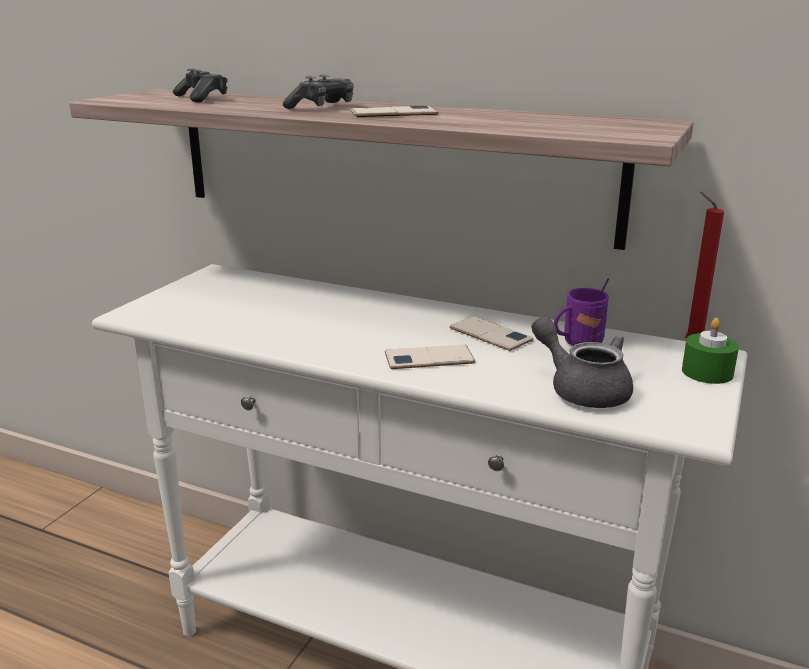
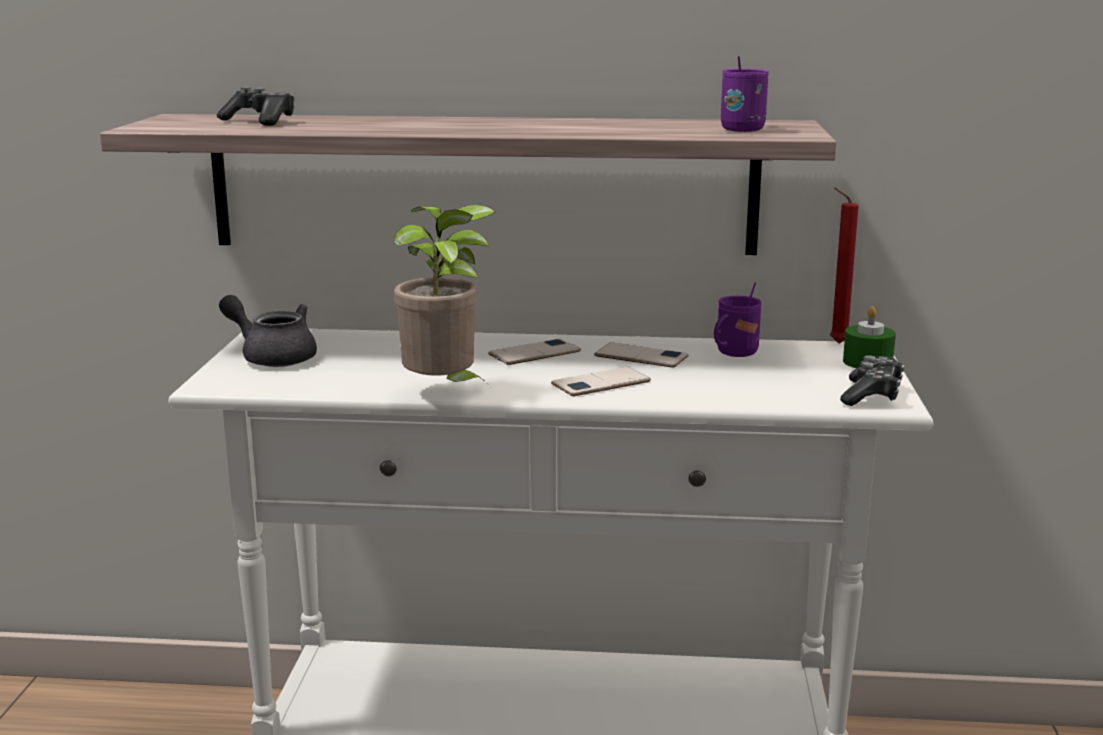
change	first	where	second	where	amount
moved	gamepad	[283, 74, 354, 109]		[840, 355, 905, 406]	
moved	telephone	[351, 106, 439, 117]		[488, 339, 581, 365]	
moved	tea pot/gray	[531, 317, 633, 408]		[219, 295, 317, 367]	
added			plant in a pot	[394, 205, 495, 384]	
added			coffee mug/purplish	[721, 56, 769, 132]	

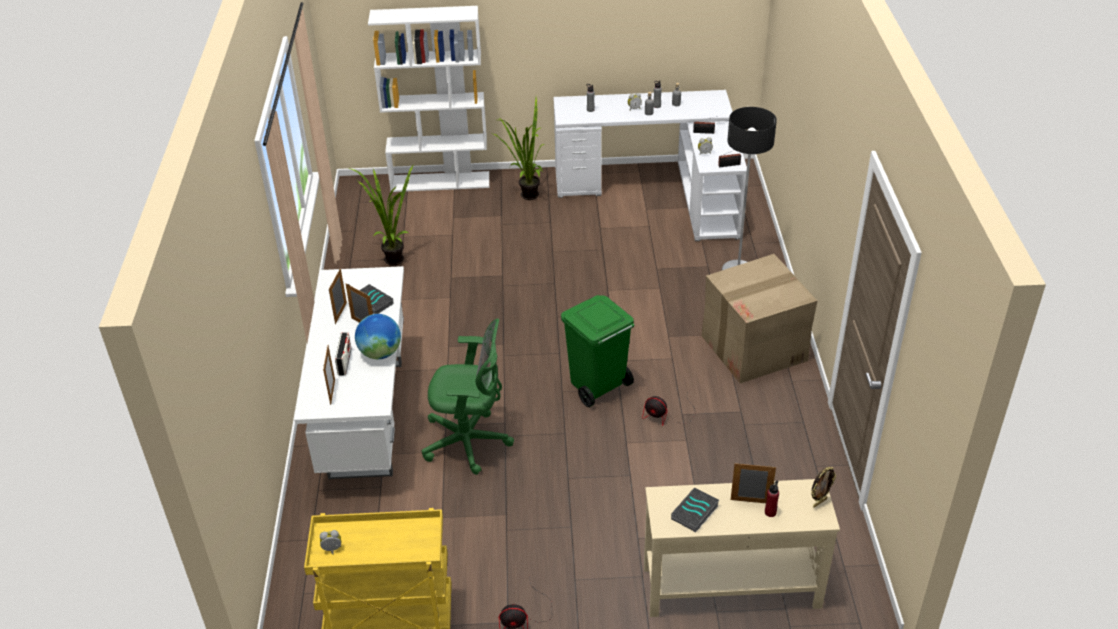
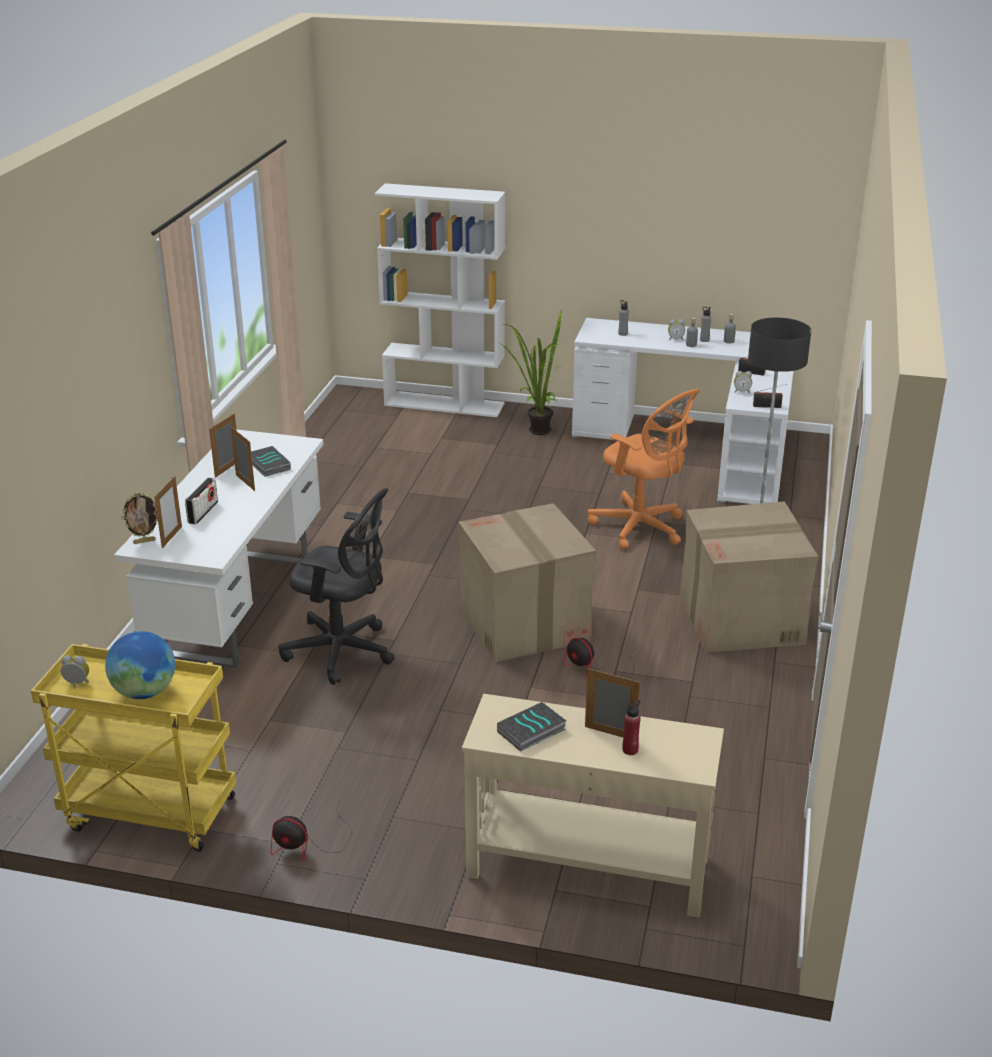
change	first	where	second	where	amount
removed	plant in a pot	[348, 165, 413, 266]			
moved	desk globe	[355, 314, 401, 359]		[105, 631, 175, 699]	
recoloured	desk chair/green	[422, 319, 514, 475]	desk chair/black	[279, 488, 395, 685]	
replaced	rubbish bin/green	[561, 295, 634, 407]	packing box	[458, 503, 596, 662]	
moved	picture frame	[811, 467, 836, 508]		[121, 492, 158, 544]	
added			desk chair/orange	[588, 389, 700, 550]	

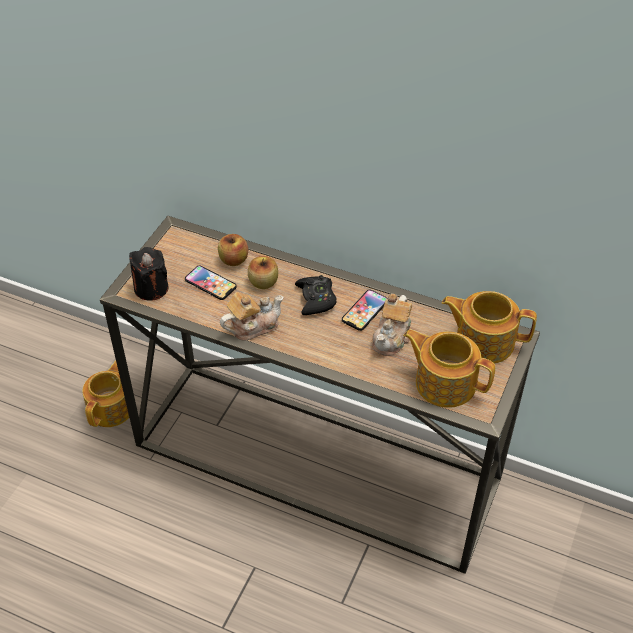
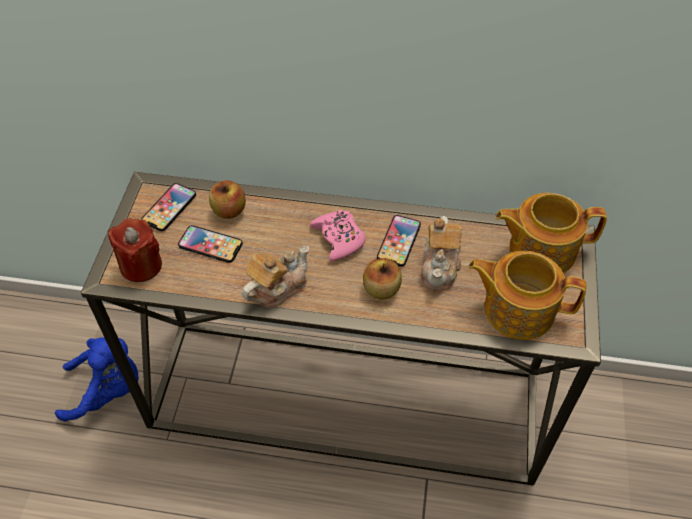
change	first	where	second	where	amount
replaced	tea pot	[82, 360, 129, 427]	cuddly toy/bluish	[55, 337, 139, 421]	
recoloured	candle/black	[129, 247, 168, 301]	candle/red	[108, 219, 162, 282]	
moved	whole apple	[248, 256, 278, 289]		[363, 258, 402, 299]	
recoloured	gamepad/black	[295, 275, 337, 315]	gamepad/pink-coloured	[310, 210, 366, 262]	
added			telephone	[141, 183, 196, 231]	

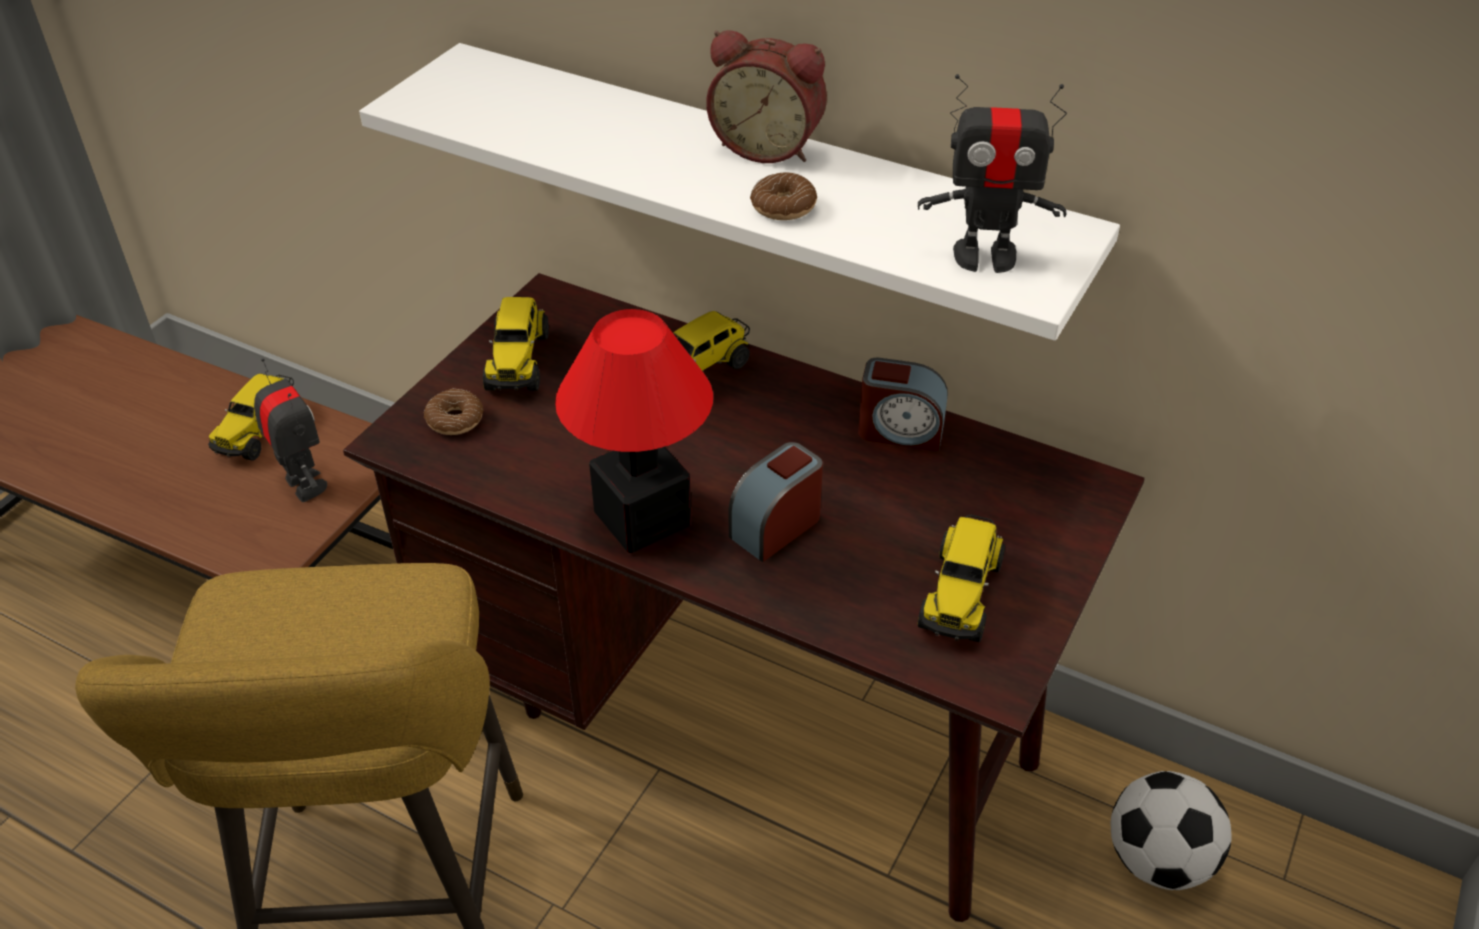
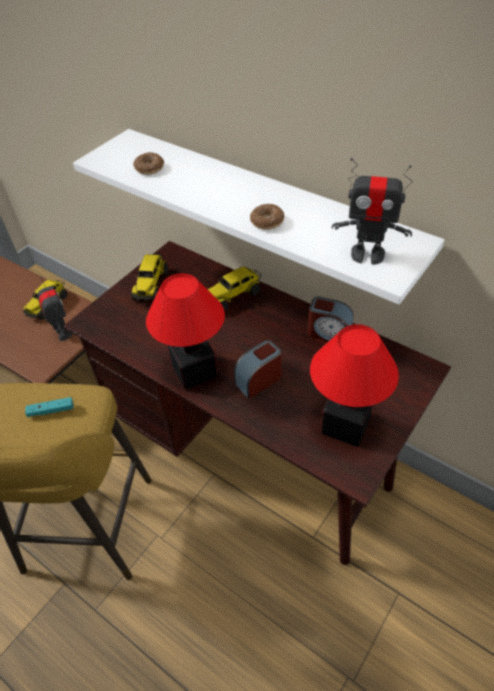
change	first	where	second	where	amount
moved	doughnut	[424, 389, 483, 435]		[133, 152, 164, 175]	
removed	alarm clock	[706, 30, 827, 163]			
replaced	toy lorry	[918, 515, 1005, 642]	tabletop lamp	[310, 324, 399, 447]	
removed	football ball	[1111, 771, 1232, 890]			
added			gamepad/turquoise	[25, 397, 74, 417]	

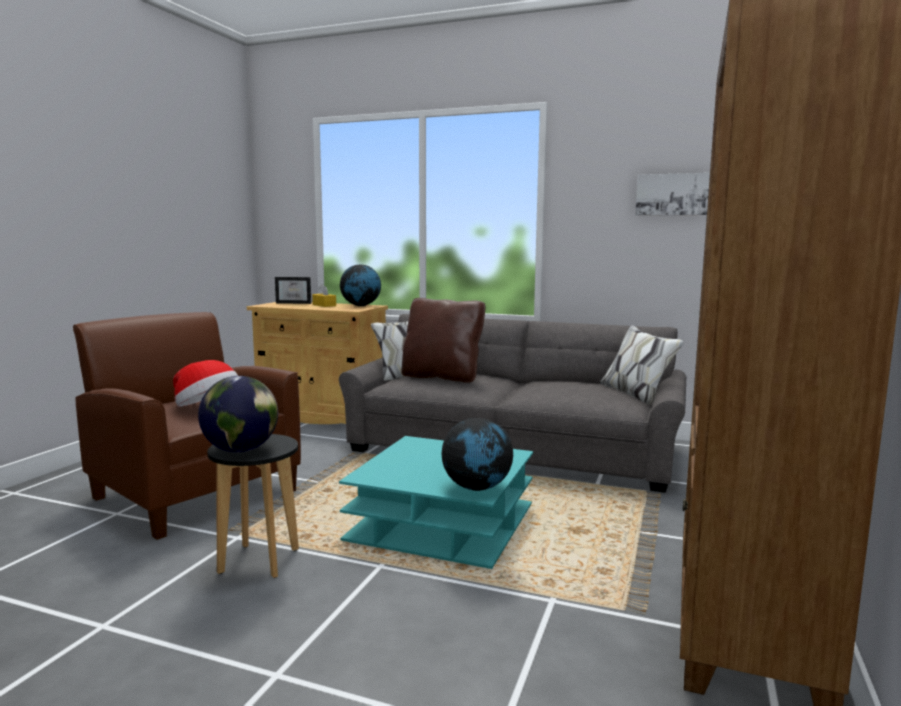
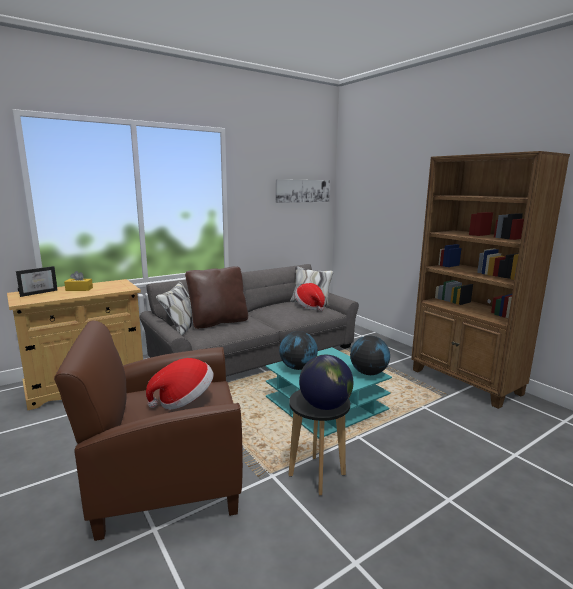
change	first	where	second	where	amount
moved	desk globe	[340, 265, 381, 306]		[279, 331, 318, 370]	
added			hat	[295, 283, 325, 311]	

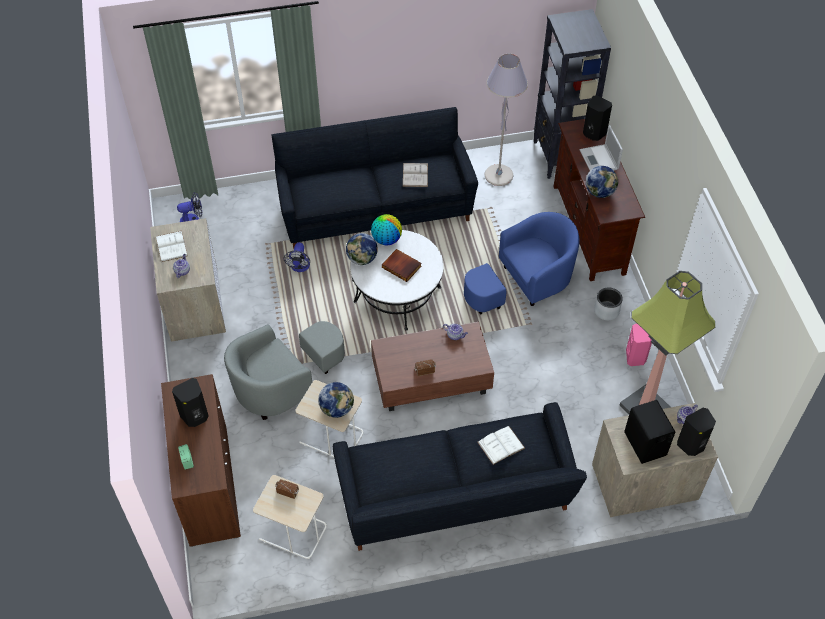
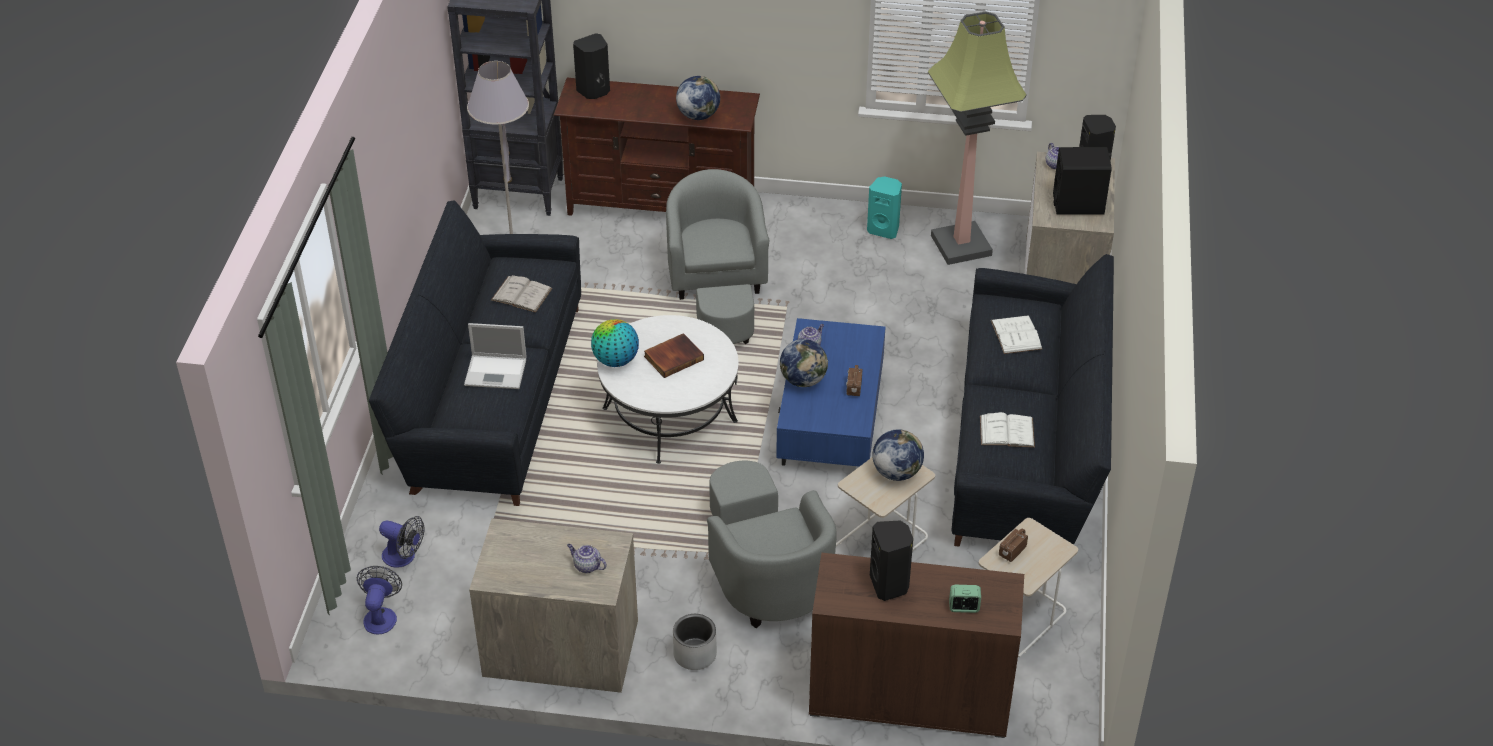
change	first	where	second	where	amount
moved	bound book/white	[156, 231, 188, 262]		[980, 412, 1035, 448]	
moved	cooling fan	[284, 242, 310, 272]		[379, 516, 425, 568]	
moved	desk globe	[346, 233, 378, 265]		[780, 339, 828, 387]	
recoloured	coffee table/brownish	[371, 322, 494, 411]	coffee table/bluish	[776, 318, 886, 467]	
recoloured	easy chair/bluish	[464, 212, 580, 314]	easy chair/gray	[666, 169, 769, 344]	
moved	notebook computer	[580, 125, 623, 170]		[464, 323, 527, 389]	
moved	flower pot/gray	[594, 287, 623, 320]		[673, 614, 717, 670]	
recoloured	speaker/pink-coloured	[626, 323, 652, 366]	speaker/turquoise	[867, 177, 902, 239]	

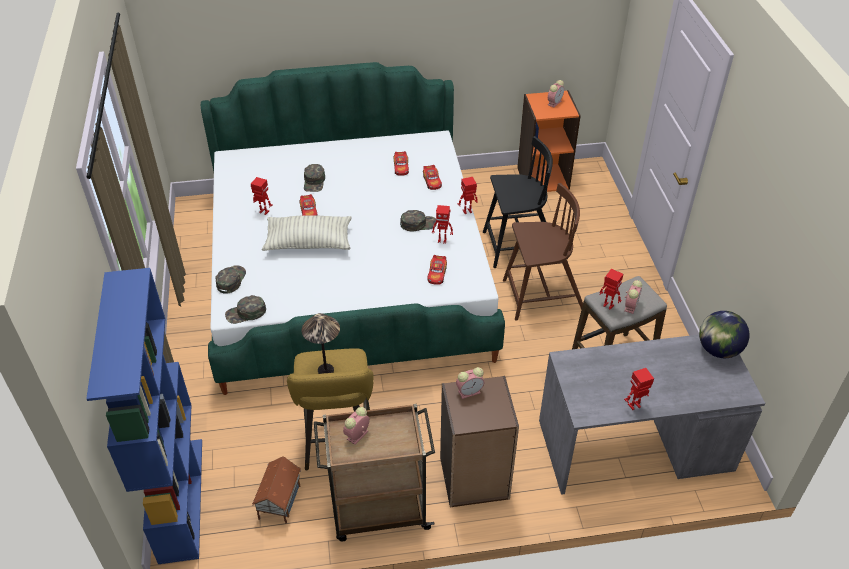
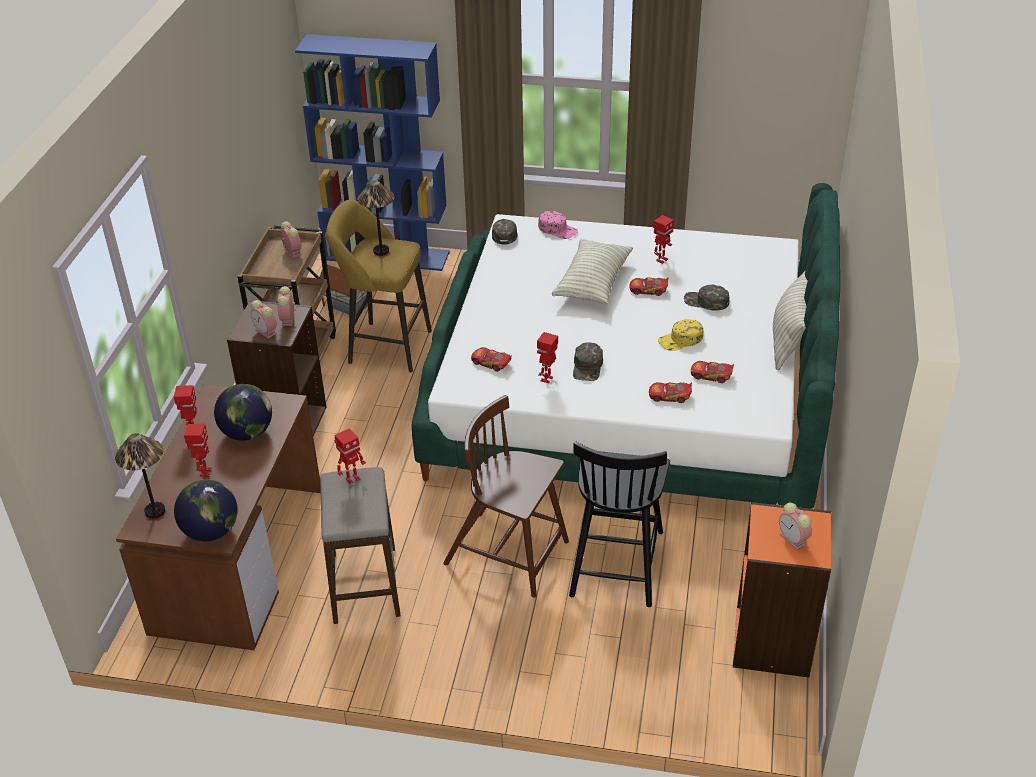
change	first	where	second	where	amount
recoloured	peaked cap/green	[215, 265, 246, 294]	peaked cap/pink-coloured	[538, 211, 578, 239]	
moved	model robot	[457, 177, 478, 214]		[184, 424, 212, 477]	
turned	plain chair/brownish	[503, 183, 583, 321]		[443, 395, 569, 597]	105 degrees clockwise
recoloured	desk/gray	[539, 335, 766, 495]	desk/brownish	[116, 385, 321, 650]	
moved	alarm clock	[624, 280, 642, 314]		[250, 300, 277, 339]	
added			tabletop lamp	[115, 433, 165, 519]	
added			desk globe	[214, 384, 272, 441]	
added			peaked cap/yellowish	[658, 319, 703, 351]	
added			pillow	[773, 271, 808, 370]	

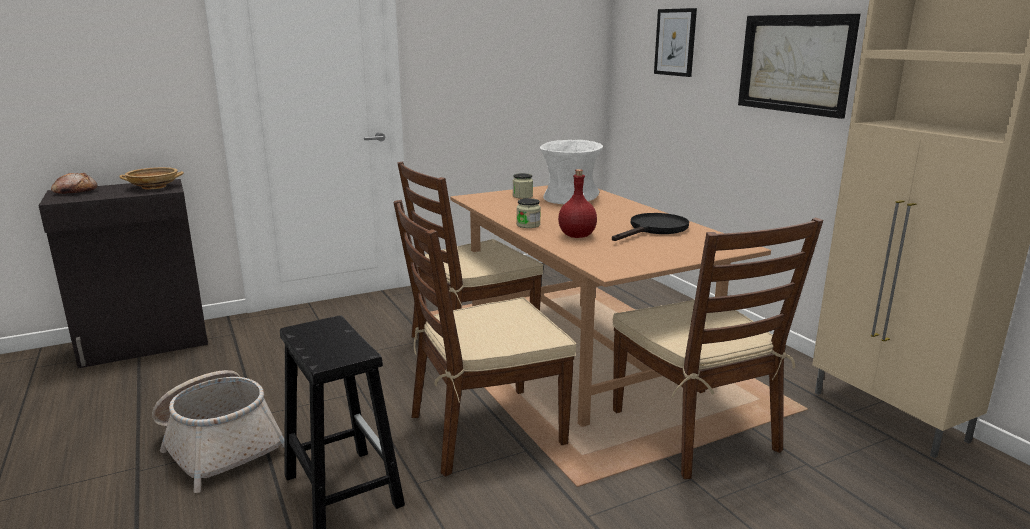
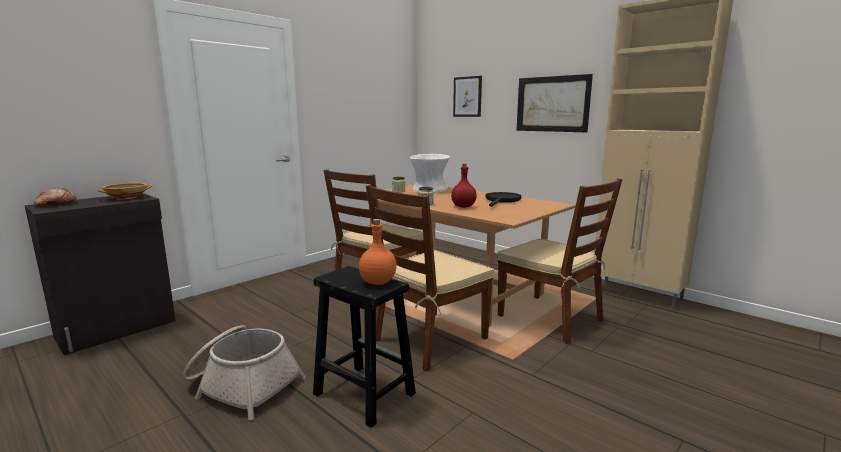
change	first	where	second	where	amount
added			drink bottle/orange	[359, 219, 396, 285]	

